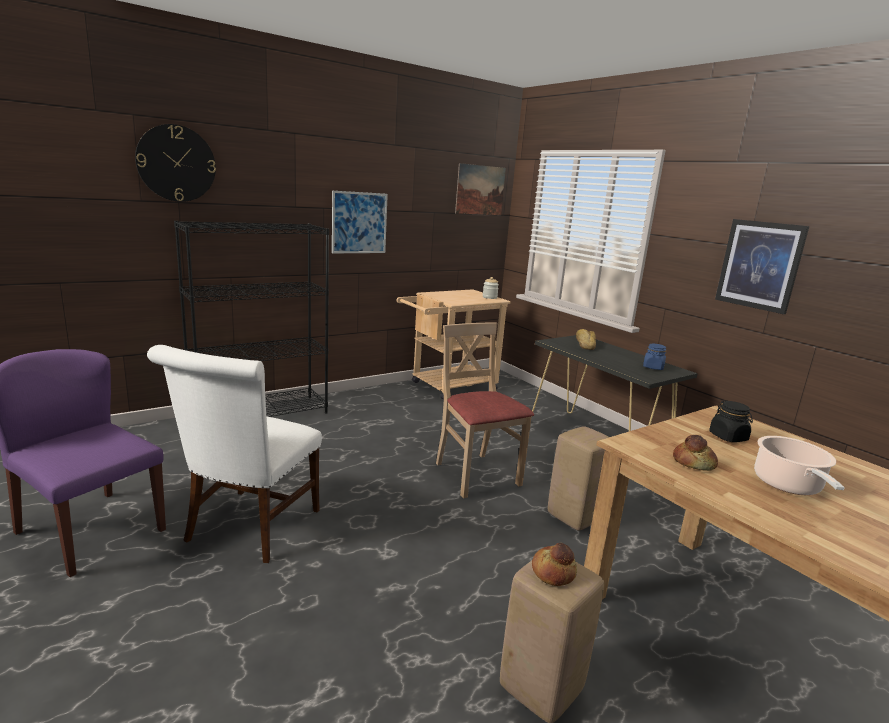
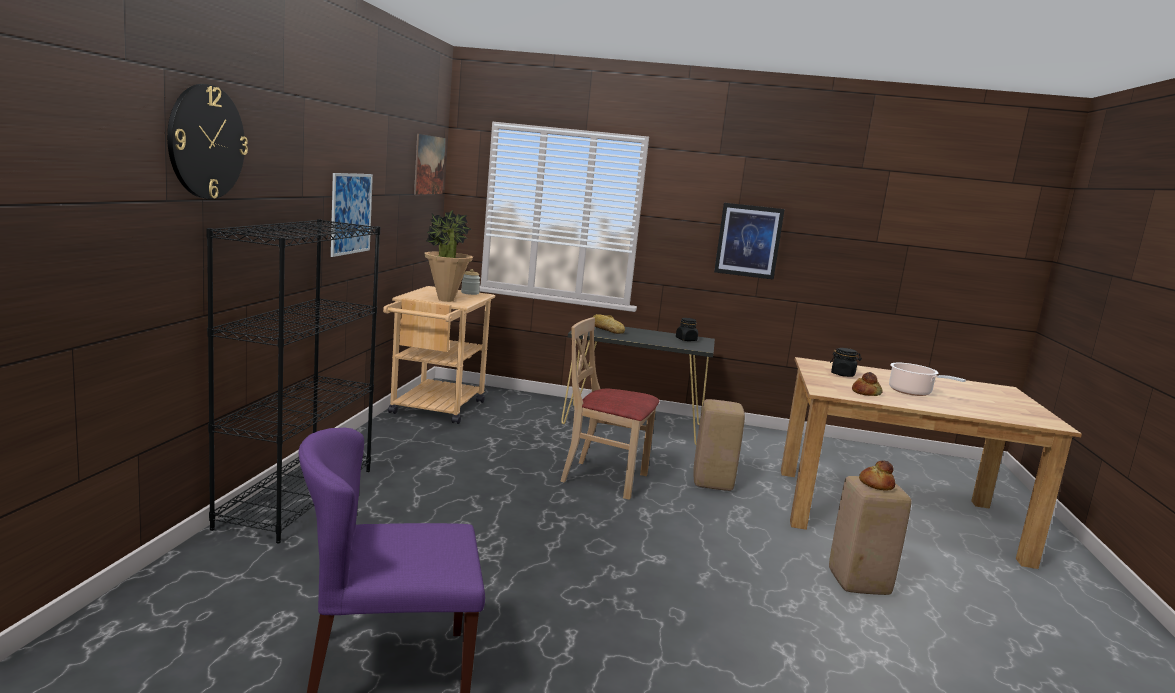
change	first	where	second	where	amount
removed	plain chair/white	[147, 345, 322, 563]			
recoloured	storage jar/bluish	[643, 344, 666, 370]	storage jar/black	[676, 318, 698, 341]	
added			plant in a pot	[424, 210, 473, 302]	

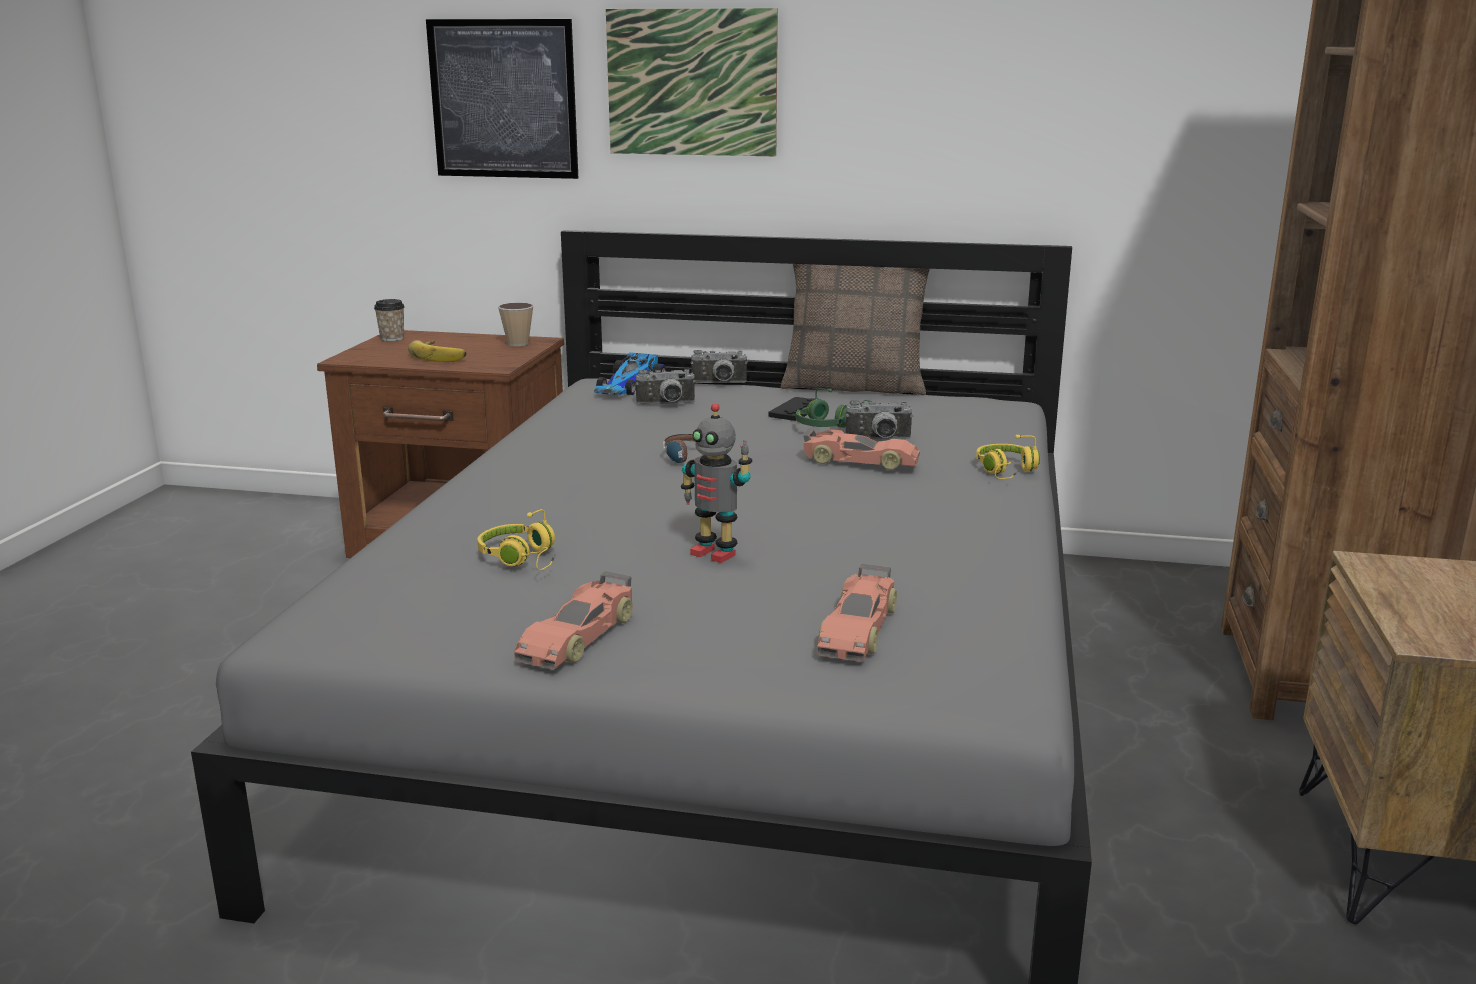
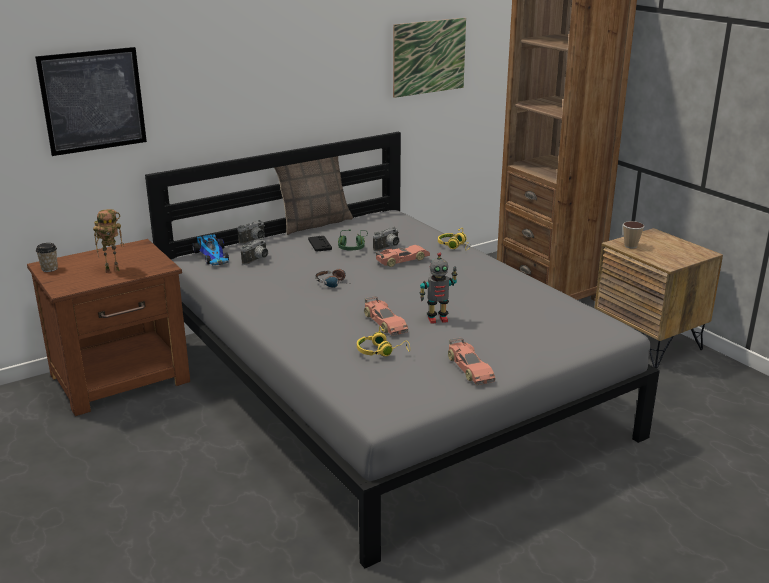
change	first	where	second	where	amount
replaced	banana fruit	[408, 340, 466, 362]	model robot	[93, 209, 124, 273]	
moved	small cup	[498, 303, 533, 346]		[623, 221, 644, 249]	
moved	wall picture	[606, 8, 778, 156]		[393, 18, 466, 98]	
moved	miniature car	[817, 564, 897, 662]		[364, 296, 408, 336]	

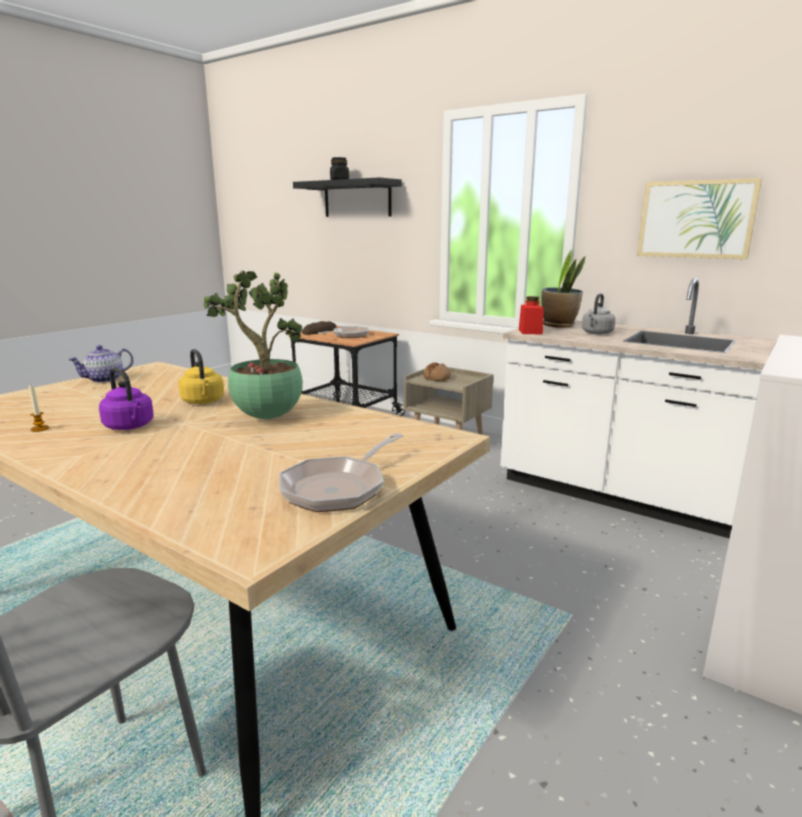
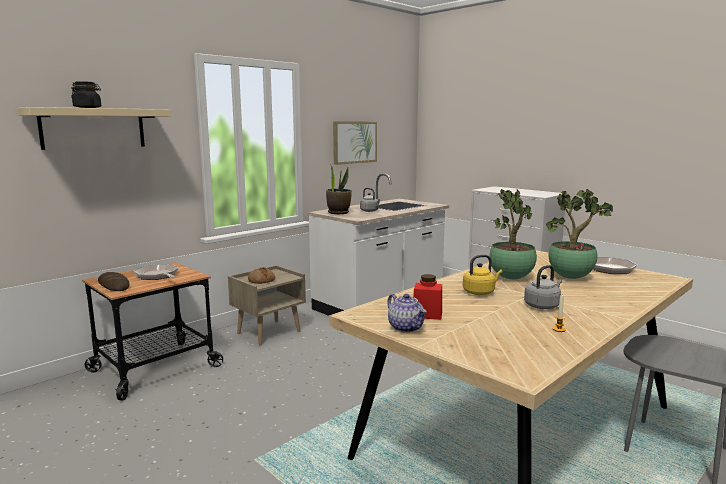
change	first	where	second	where	amount
recoloured	tea kettle/purplish	[99, 368, 154, 430]	tea kettle/gray	[524, 265, 562, 309]	
recoloured	bracket shelf/black	[293, 177, 402, 217]	bracket shelf/sand-coloured	[18, 107, 171, 150]	
moved	storage jar/red	[519, 296, 544, 334]		[413, 274, 442, 320]	
added			plant in a pot	[546, 189, 613, 279]	

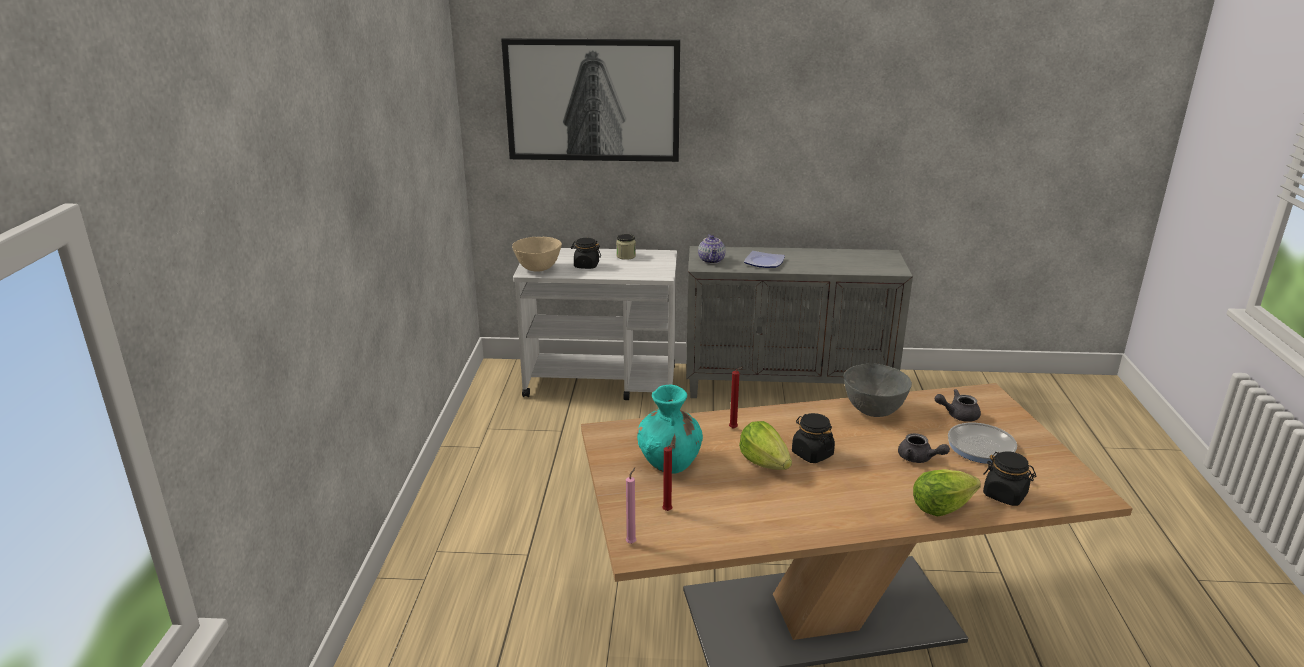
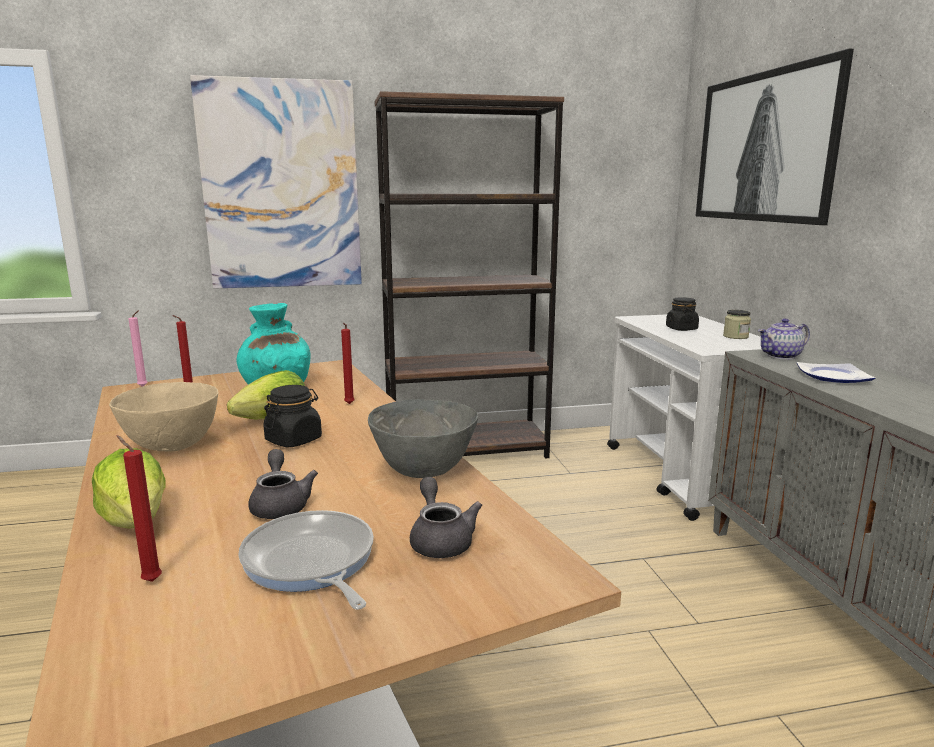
change	first	where	second	where	amount
moved	bowl/sand-coloured	[512, 237, 562, 272]		[109, 382, 218, 452]	
turned	tea pot/gray	[898, 433, 950, 463]		[248, 449, 318, 519]	135 degrees clockwise
turned	pan	[948, 423, 1028, 475]		[238, 510, 374, 610]	90 degrees counterclockwise
replaced	storage jar/black	[983, 451, 1036, 506]	candle/red	[116, 435, 162, 582]	
added			wall picture	[190, 75, 362, 289]	
added			bookshelf/brownish	[375, 91, 564, 459]	

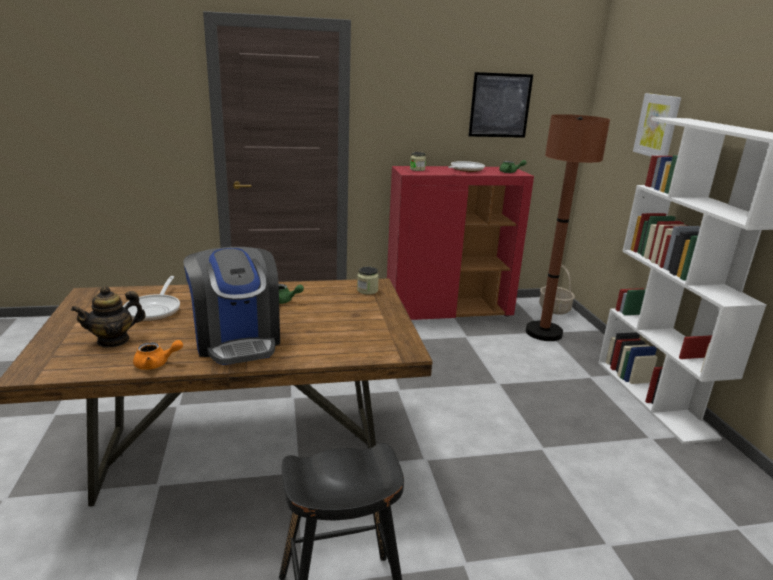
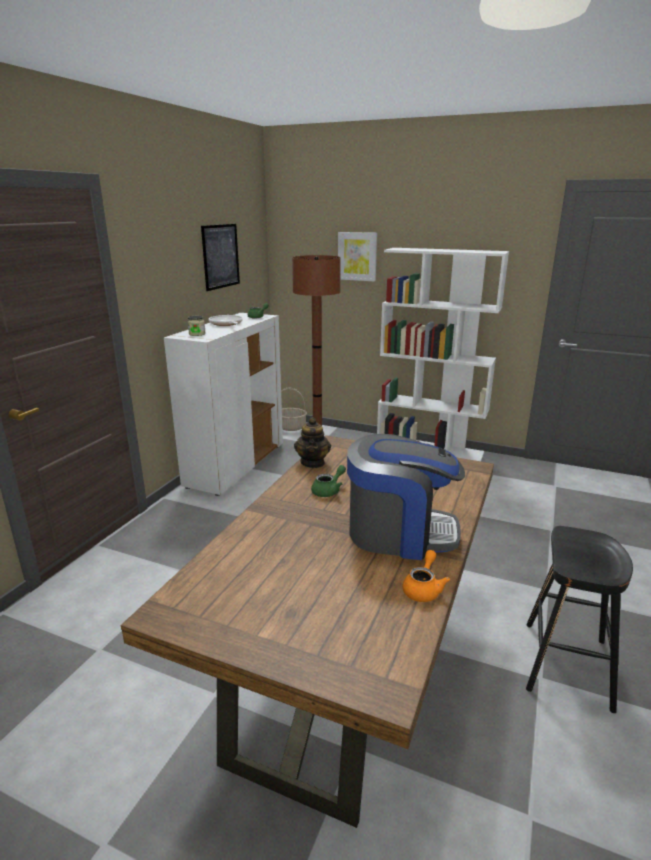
change	first	where	second	where	amount
moved	tea pot	[71, 286, 146, 348]		[294, 417, 331, 468]	
removed	pan	[123, 276, 180, 321]			
removed	storage jar	[357, 266, 379, 294]			
recoloured	cabinet/red	[387, 166, 534, 320]	cabinet/white	[164, 313, 283, 496]	

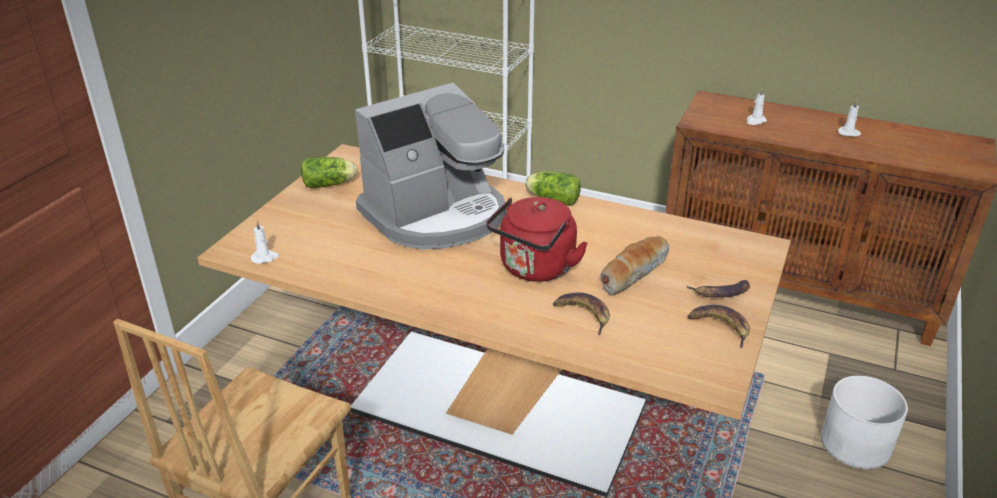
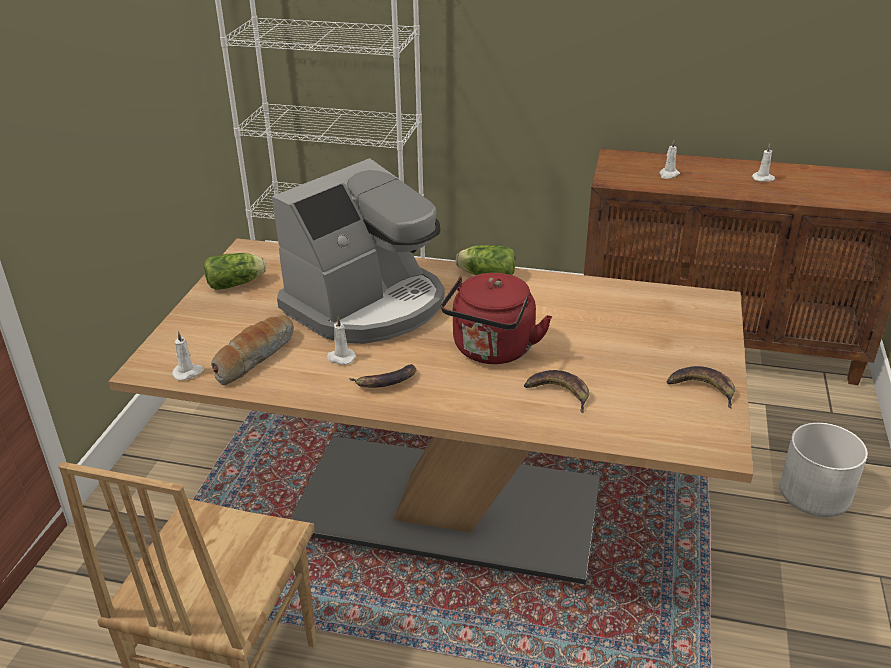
change	first	where	second	where	amount
moved	baked bread	[600, 236, 669, 296]		[211, 315, 294, 385]	
moved	banana fruit	[687, 280, 750, 298]		[349, 364, 416, 388]	
added			candle/white	[327, 317, 356, 365]	

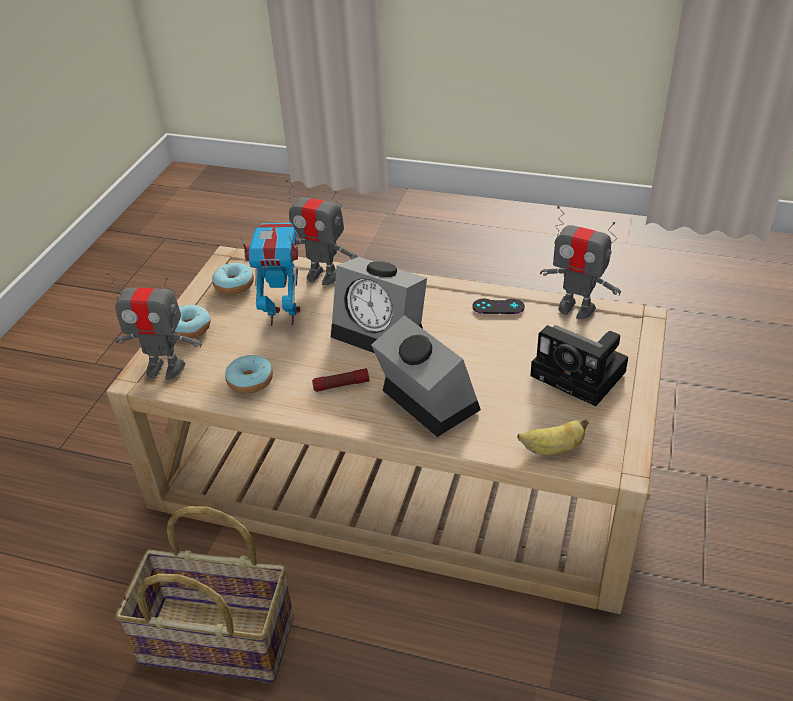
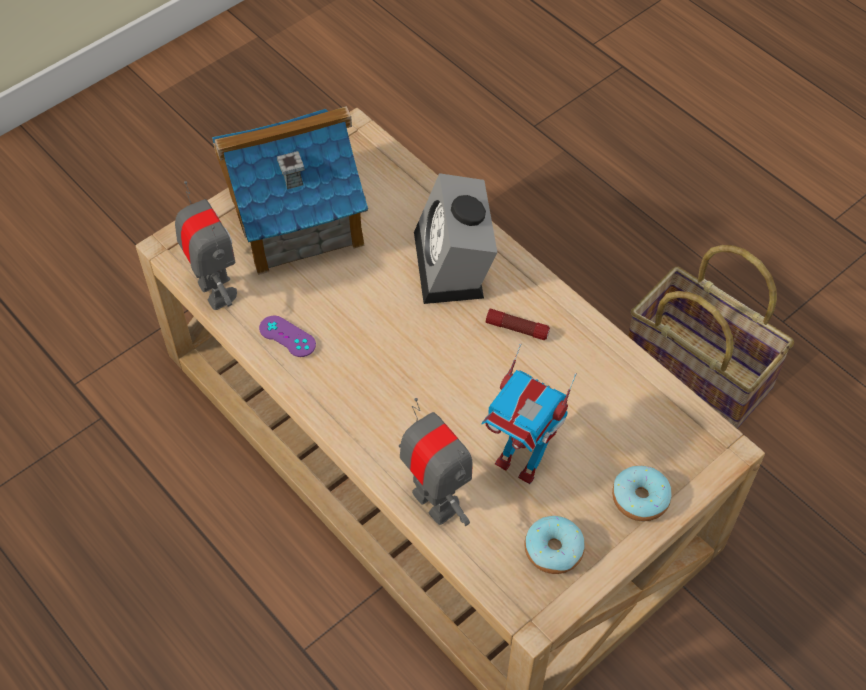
change	first	where	second	where	amount
removed	model robot	[106, 272, 202, 380]			
removed	doughnut	[225, 355, 273, 394]			
removed	alarm clock	[331, 257, 427, 353]			
recoloured	gamepad/black	[472, 299, 525, 314]	gamepad/purplish	[259, 316, 316, 357]	
removed	banana fruit	[517, 419, 589, 455]			
replaced	photo camera	[530, 325, 628, 406]	toy house	[212, 106, 368, 275]	

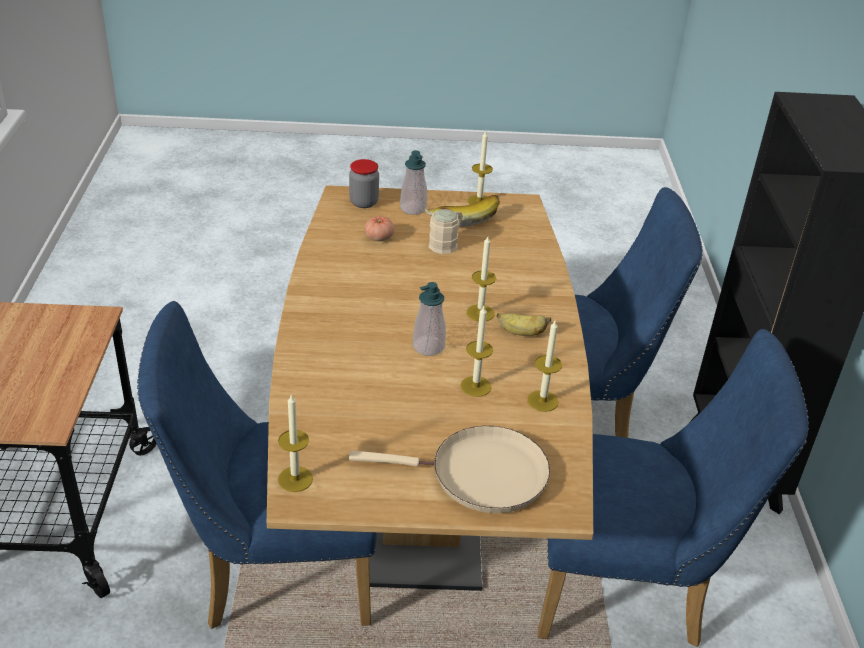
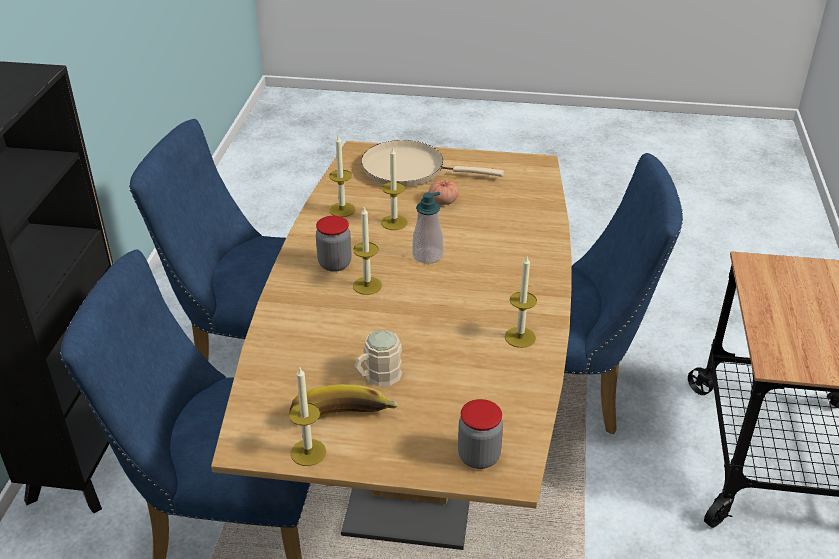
change	first	where	second	where	amount
moved	candle	[278, 393, 313, 492]		[505, 256, 537, 348]	
moved	fresh tomato	[364, 216, 395, 241]		[429, 180, 459, 205]	
removed	soap dispenser	[400, 150, 427, 215]			
replaced	banana fruit	[497, 313, 551, 336]	storage jar	[316, 216, 352, 272]	

